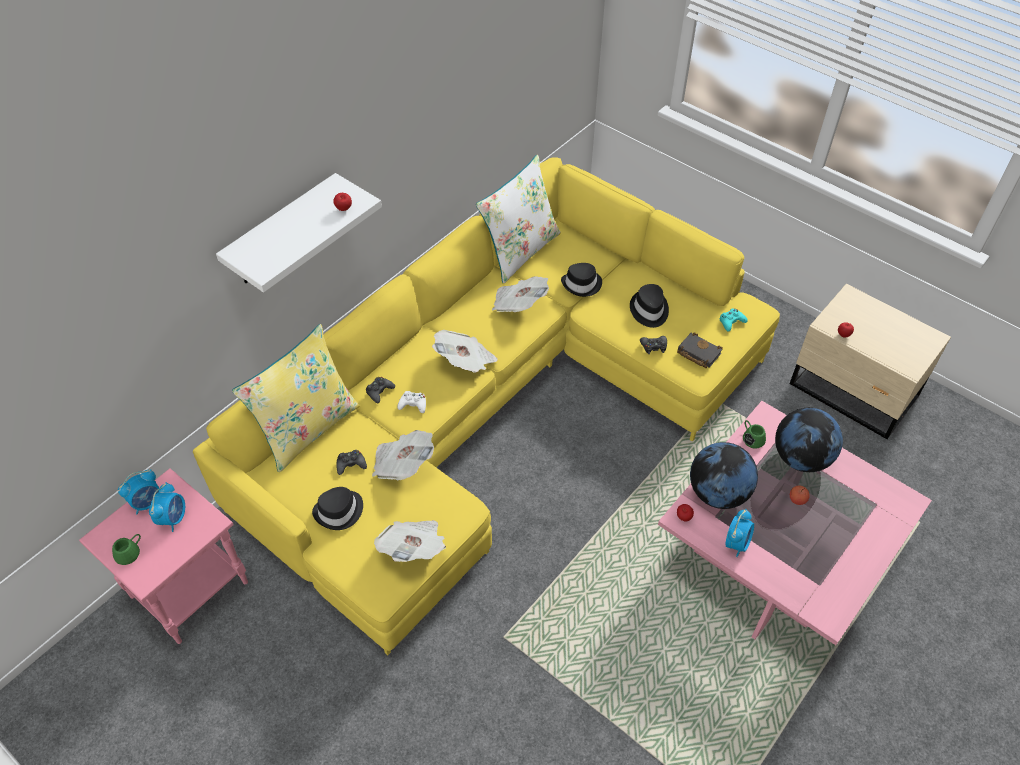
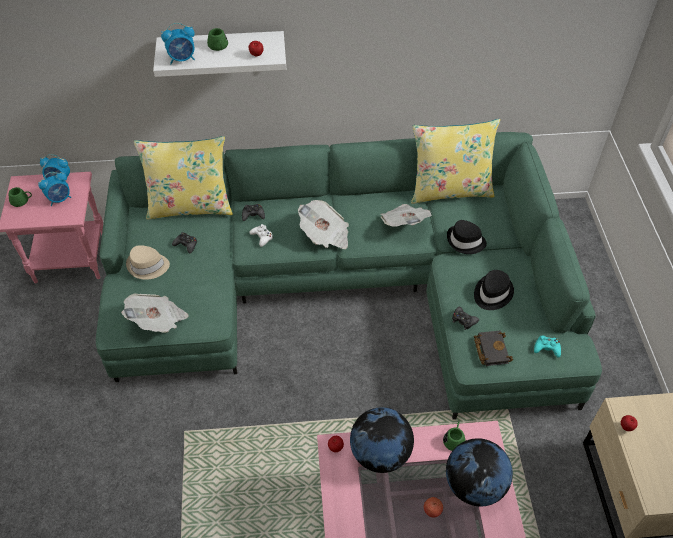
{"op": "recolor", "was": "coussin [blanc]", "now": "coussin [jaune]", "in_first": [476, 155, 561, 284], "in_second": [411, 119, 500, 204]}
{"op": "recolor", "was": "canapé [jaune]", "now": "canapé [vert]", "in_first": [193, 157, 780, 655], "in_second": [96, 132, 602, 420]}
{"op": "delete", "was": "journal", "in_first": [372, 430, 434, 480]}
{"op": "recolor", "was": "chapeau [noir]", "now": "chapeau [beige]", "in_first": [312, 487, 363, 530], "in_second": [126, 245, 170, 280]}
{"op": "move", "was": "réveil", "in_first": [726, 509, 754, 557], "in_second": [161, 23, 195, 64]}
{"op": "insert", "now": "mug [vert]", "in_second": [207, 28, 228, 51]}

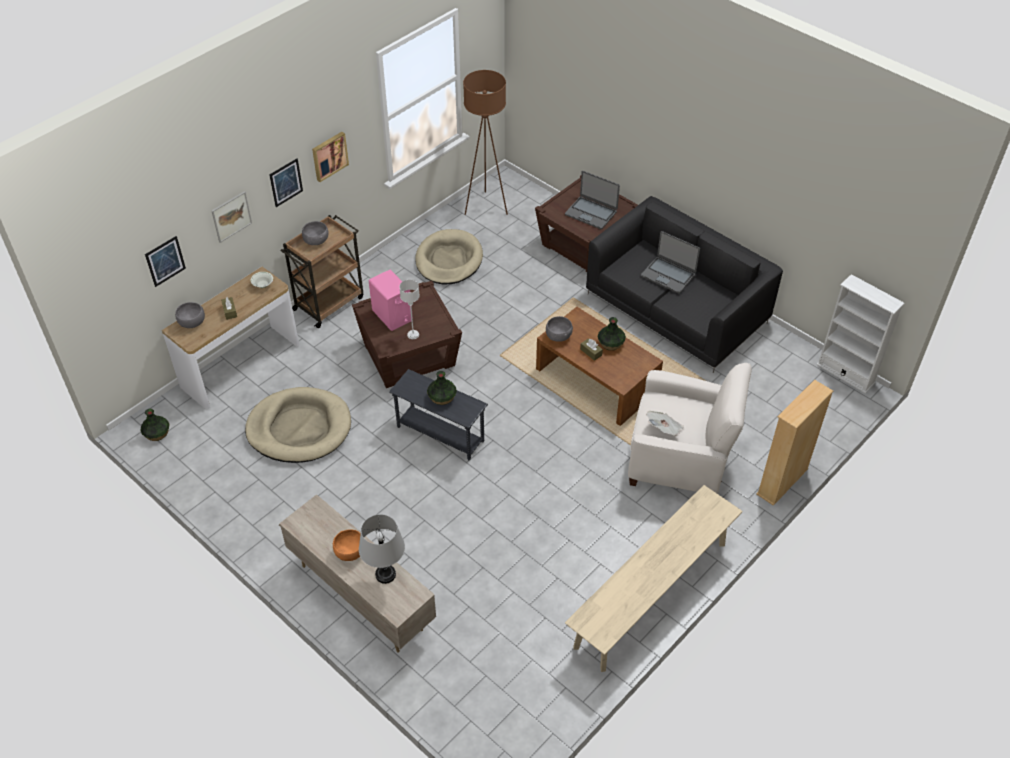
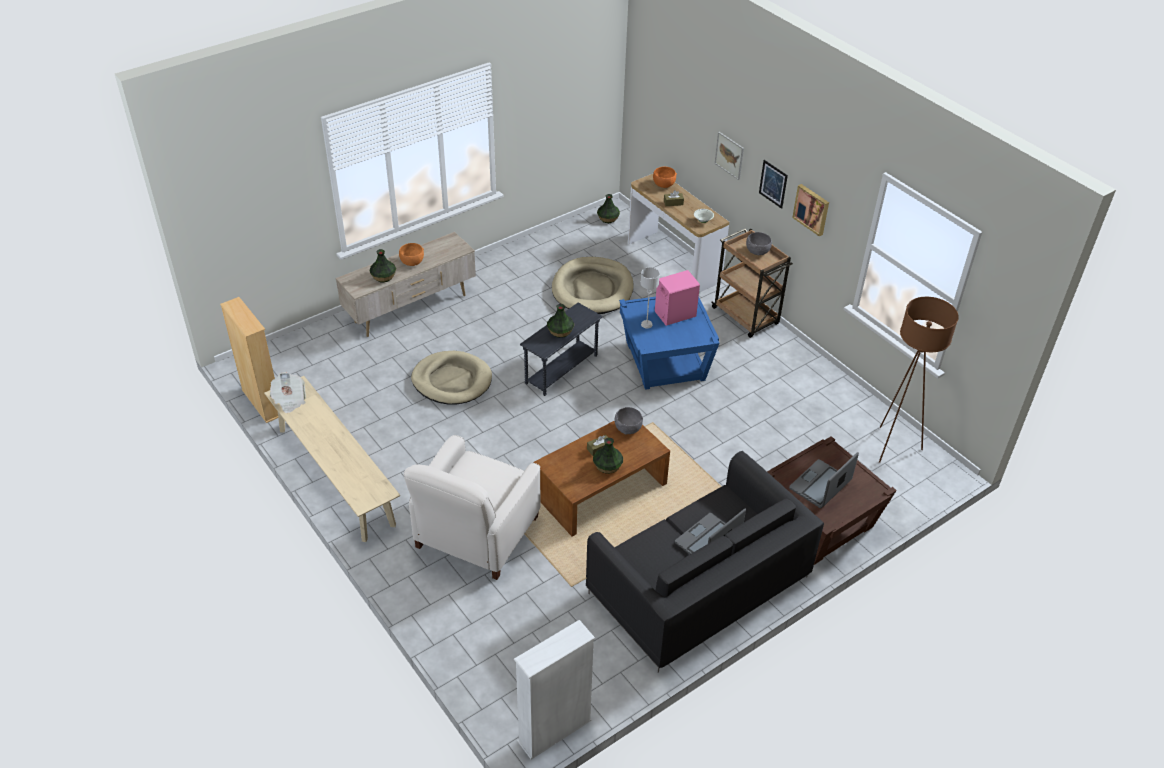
{"op": "move", "was": "panier pour chien [beige]", "in_first": [415, 229, 483, 285], "in_second": [411, 351, 492, 405]}
{"op": "delete", "was": "tableau", "in_first": [145, 236, 186, 287]}
{"op": "recolor", "was": "table d'appoint [marron]", "now": "table d'appoint [bleu]", "in_first": [352, 281, 462, 388], "in_second": [619, 297, 719, 390]}
{"op": "recolor", "was": "bol [gris]", "now": "bol [orange]", "in_first": [175, 302, 205, 328], "in_second": [653, 167, 677, 188]}
{"op": "move", "was": "bibliothèque [beige]", "in_first": [756, 380, 833, 506], "in_second": [220, 297, 278, 423]}
{"op": "move", "was": "journal", "in_first": [646, 411, 684, 436], "in_second": [270, 372, 306, 413]}
{"op": "replace", "was": "lampe de table [gris]", "now": "vase", "in_first": [359, 514, 405, 584], "in_second": [370, 249, 396, 282]}

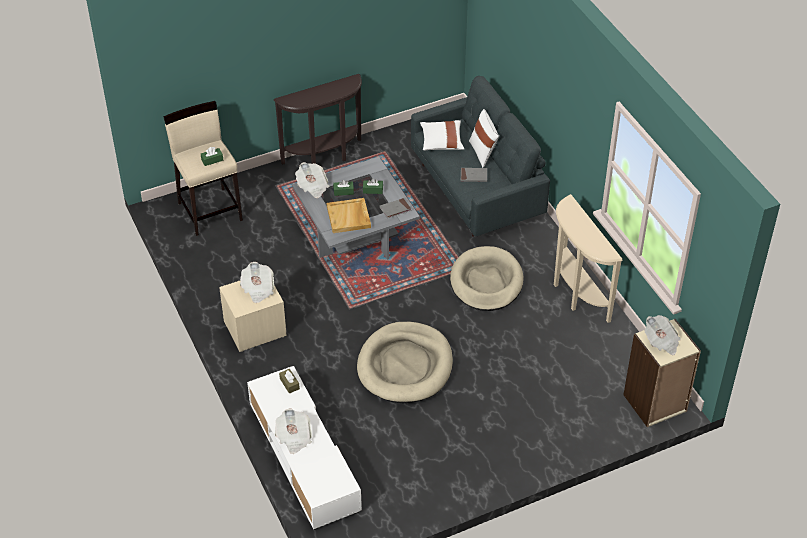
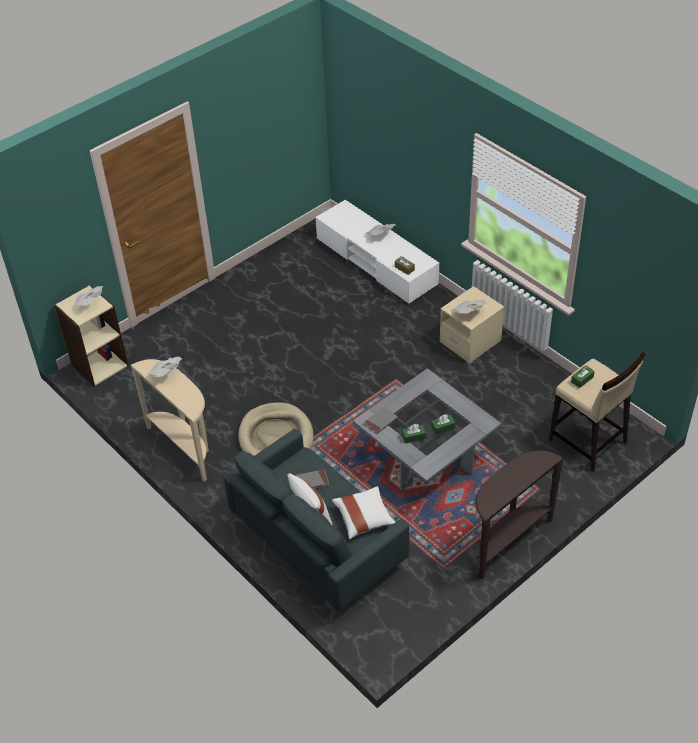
{"op": "move", "was": "journal", "in_first": [295, 162, 329, 198], "in_second": [147, 356, 182, 377]}
{"op": "delete", "was": "plateau [beige]", "in_first": [327, 198, 371, 233]}
{"op": "delete", "was": "panier pour chien [beige]", "in_first": [357, 322, 453, 403]}

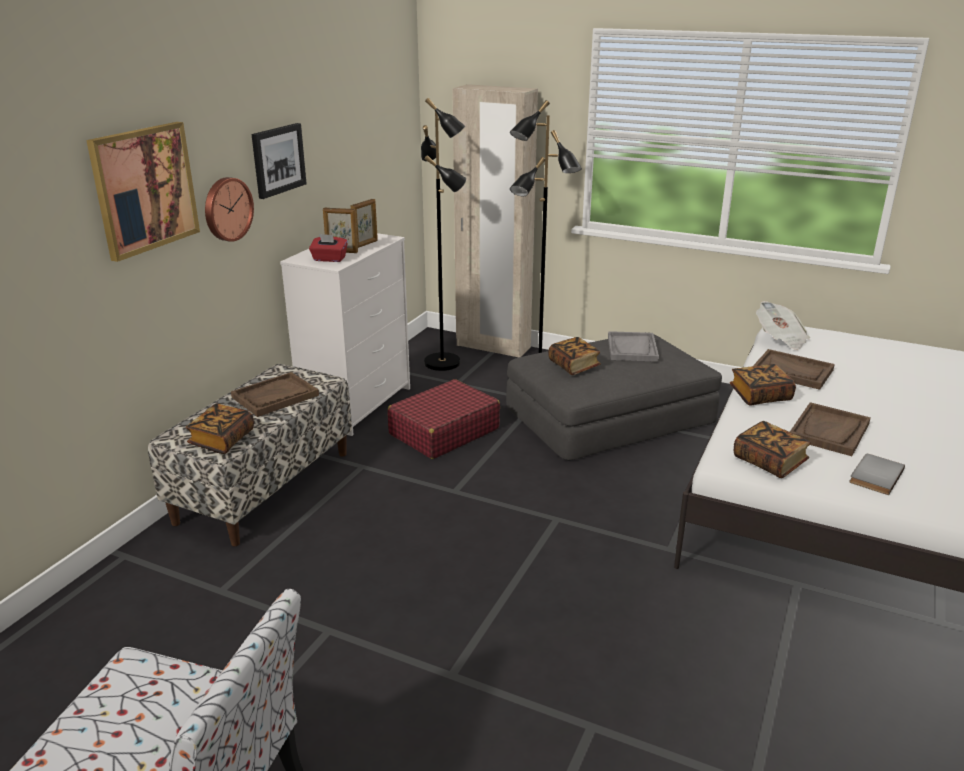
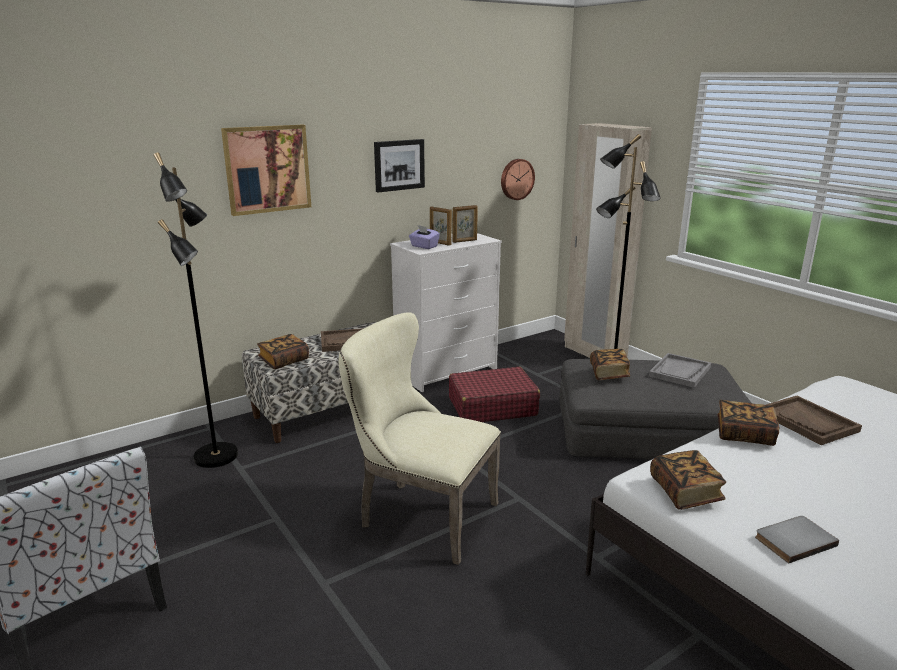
{"op": "move", "was": "lampadaire [noir]", "in_first": [421, 98, 466, 371], "in_second": [154, 153, 238, 468]}
{"op": "move", "was": "horloge murale", "in_first": [205, 177, 254, 242], "in_second": [501, 159, 535, 200]}
{"op": "recolor", "was": "boîte à mouchoirs [rouge]", "now": "boîte à mouchoirs [violet]", "in_first": [309, 234, 348, 262], "in_second": [409, 225, 440, 249]}
{"op": "delete", "was": "journal", "in_first": [756, 301, 810, 350]}
{"op": "delete", "was": "plateau [marron]", "in_first": [790, 402, 871, 456]}
{"op": "insert", "now": "chaise [beige]", "in_second": [339, 312, 501, 565]}

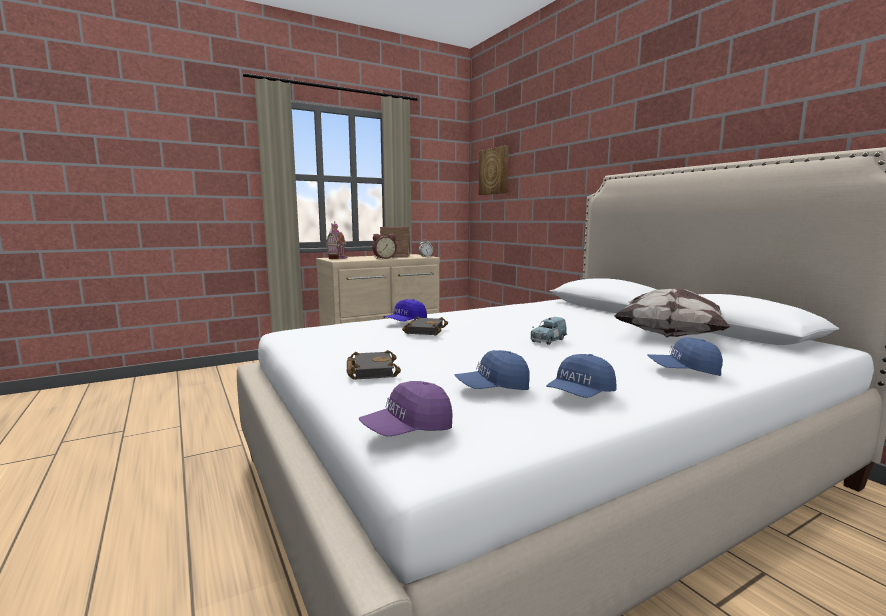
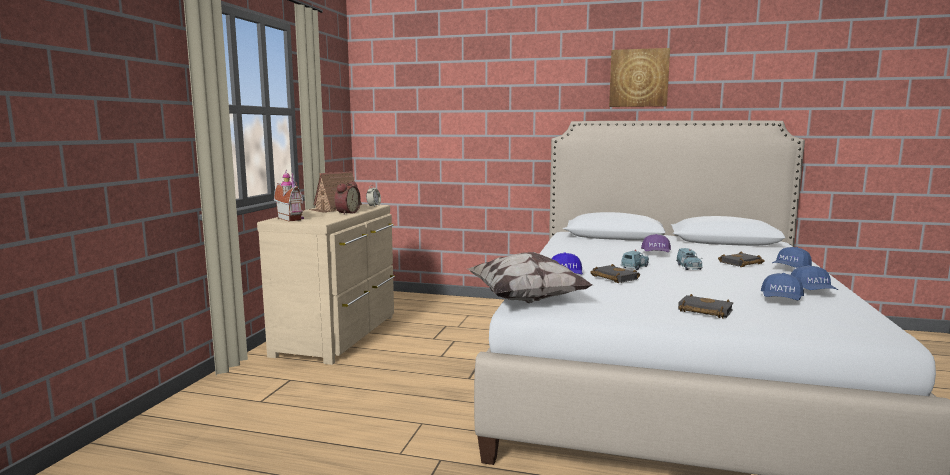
{"op": "move", "was": "tableau", "in_first": [479, 145, 508, 195], "in_second": [609, 48, 670, 107]}
{"op": "move", "was": "coussin", "in_first": [614, 288, 732, 338], "in_second": [468, 252, 592, 303]}
{"op": "move", "was": "casquette [violet]", "in_first": [359, 381, 453, 436], "in_second": [641, 234, 671, 252]}
{"op": "insert", "now": "petite voiture [bleu]", "in_second": [621, 249, 649, 270]}
{"op": "insert", "now": "livre [noir]", "in_second": [718, 252, 764, 267]}

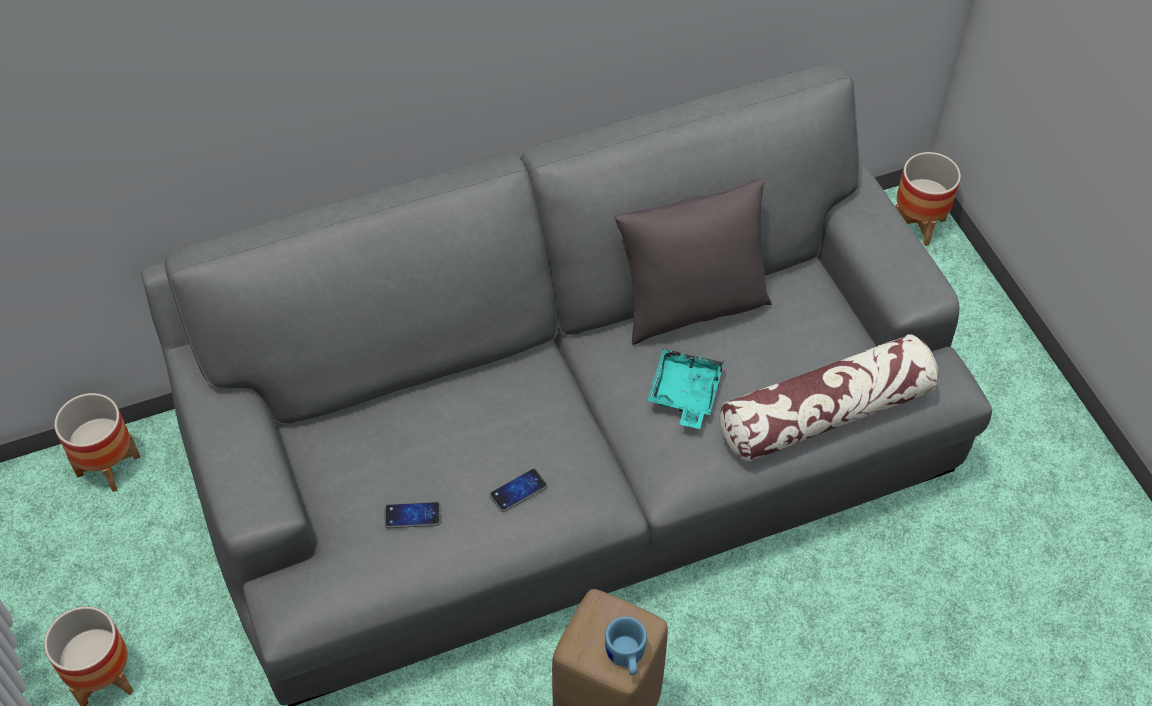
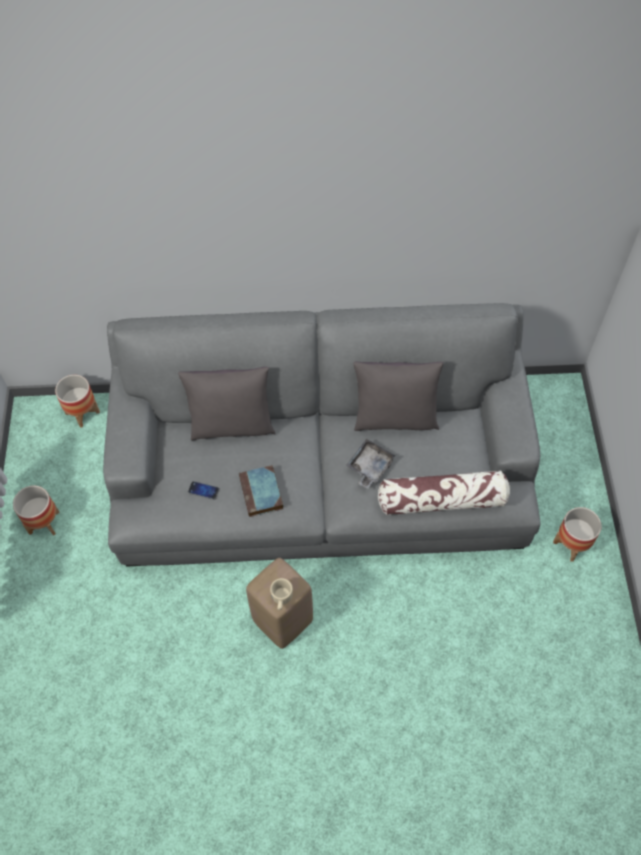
{"op": "move", "was": "cache-pot", "in_first": [895, 152, 961, 246], "in_second": [553, 507, 602, 562]}
{"op": "recolor", "was": "plateau [turquoise]", "now": "plateau [gris]", "in_first": [647, 349, 724, 429], "in_second": [346, 439, 396, 489]}
{"op": "replace", "was": "téléphone", "now": "livre", "in_first": [489, 469, 547, 512], "in_second": [239, 465, 283, 517]}
{"op": "recolor", "was": "mug [bleu]", "now": "mug [beige]", "in_first": [605, 617, 647, 676], "in_second": [270, 578, 293, 610]}
{"op": "insert", "now": "coussin [gris]", "in_second": [178, 367, 275, 441]}

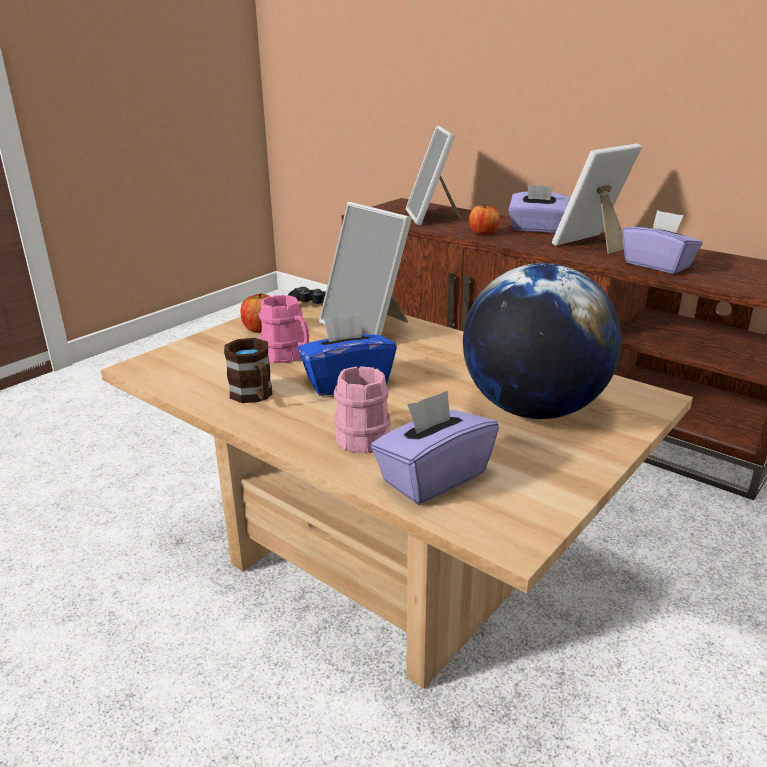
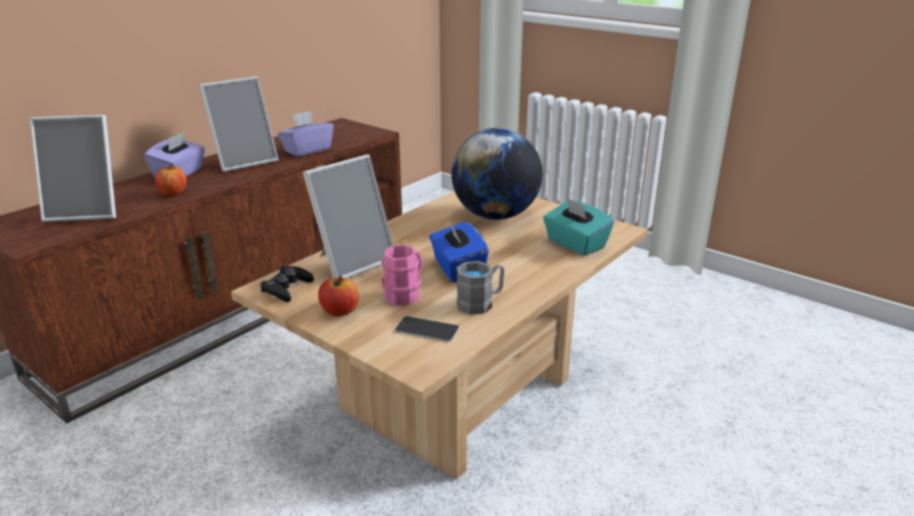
{"op": "rotate", "was": "cadre photo", "in_first": [552, 143, 642, 254], "in_second": [199, 77, 278, 172], "clockwise": -90}
{"op": "recolor", "was": "mug [marron]", "now": "mug [gris]", "in_first": [224, 338, 272, 403], "in_second": [456, 261, 504, 315]}
{"op": "delete", "was": "mug [rose]", "in_first": [334, 366, 391, 454]}
{"op": "recolor", "was": "boîte à mouchoirs [violet]", "now": "boîte à mouchoirs [turquoise]", "in_first": [371, 390, 499, 504], "in_second": [543, 197, 614, 256]}
{"op": "insert", "now": "téléphone", "in_second": [395, 316, 459, 342]}

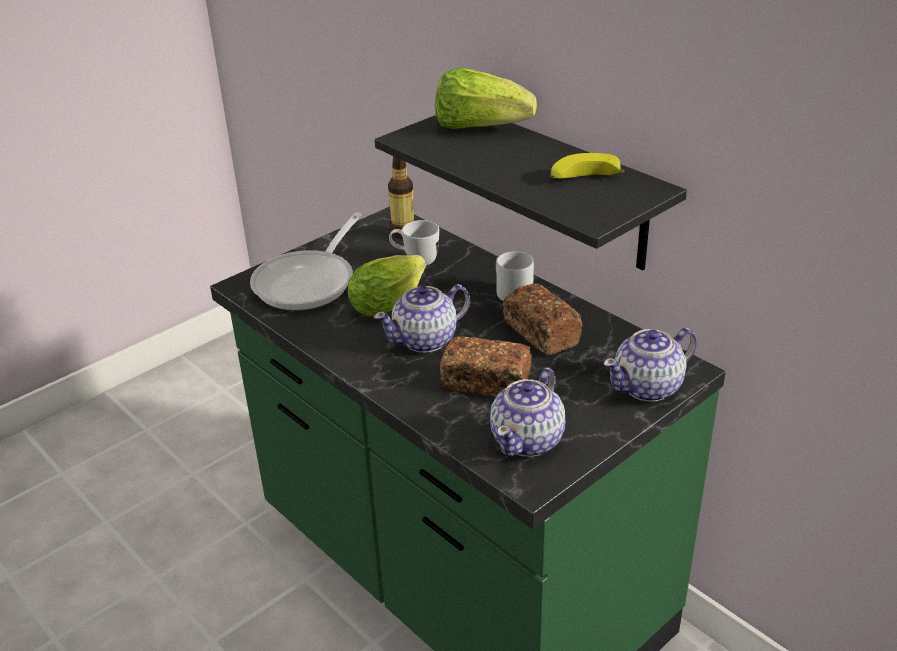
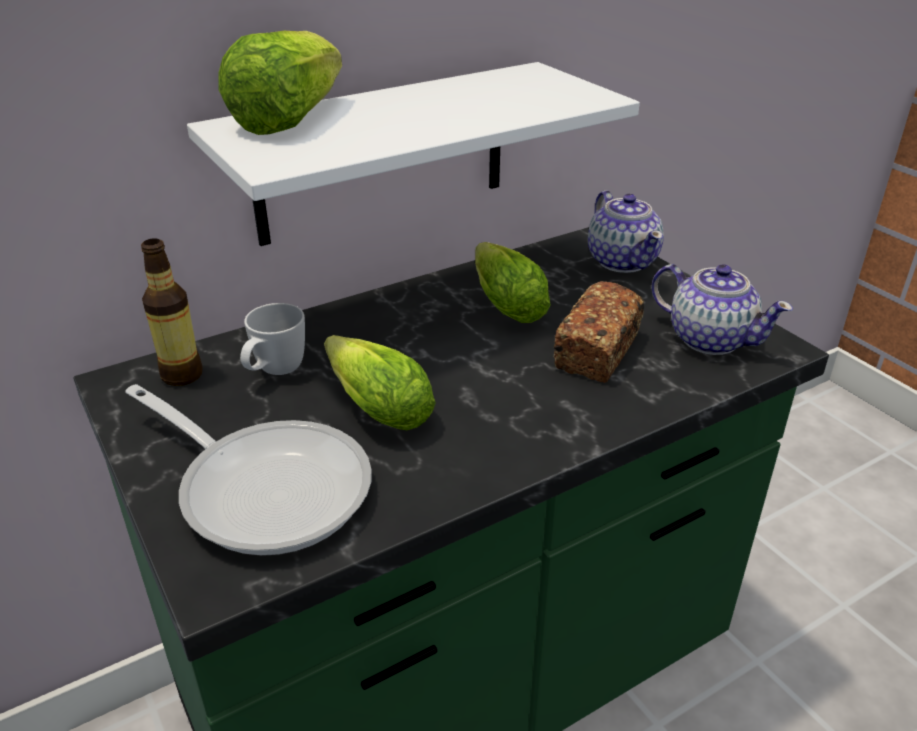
{"op": "recolor", "was": "étagère [noir]", "now": "étagère [blanc]", "in_first": [375, 115, 687, 270], "in_second": [187, 62, 640, 246]}
{"op": "delete", "was": "banane", "in_first": [551, 153, 624, 179]}
{"op": "delete", "was": "mug [gris]", "in_first": [496, 251, 534, 301]}
{"op": "replace", "was": "pain", "now": "laitue", "in_first": [503, 283, 582, 355], "in_second": [475, 242, 551, 323]}
{"op": "delete", "was": "théière", "in_first": [374, 284, 470, 353]}

